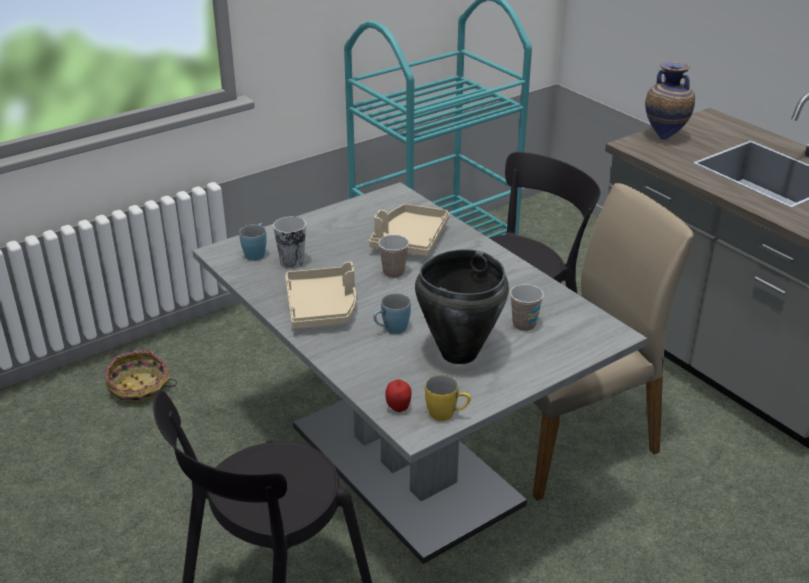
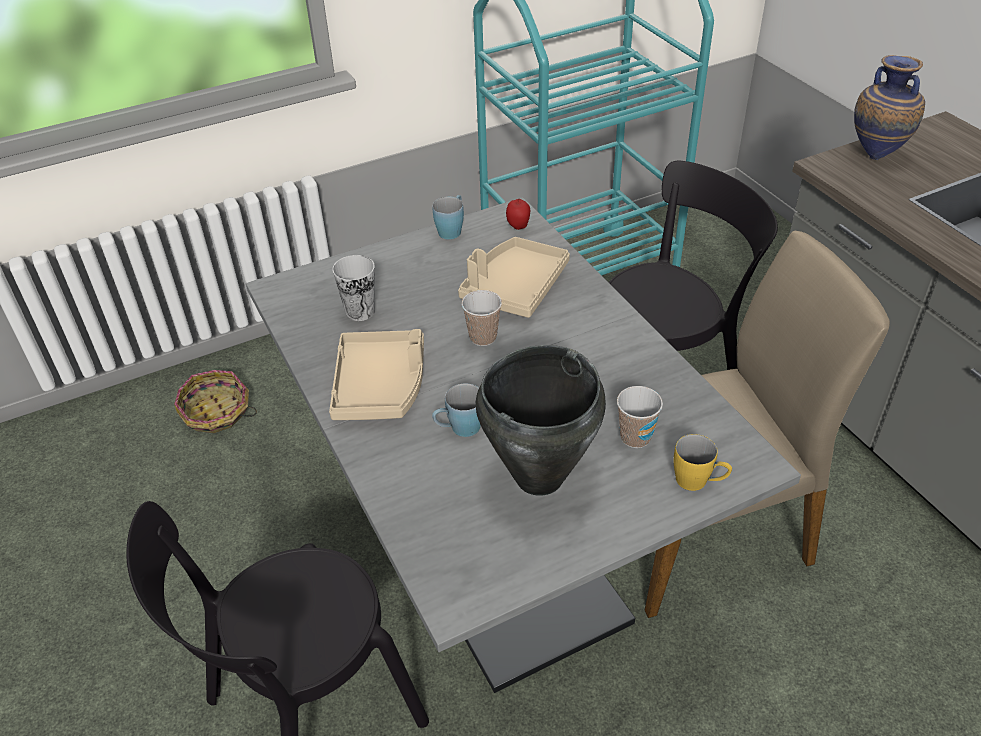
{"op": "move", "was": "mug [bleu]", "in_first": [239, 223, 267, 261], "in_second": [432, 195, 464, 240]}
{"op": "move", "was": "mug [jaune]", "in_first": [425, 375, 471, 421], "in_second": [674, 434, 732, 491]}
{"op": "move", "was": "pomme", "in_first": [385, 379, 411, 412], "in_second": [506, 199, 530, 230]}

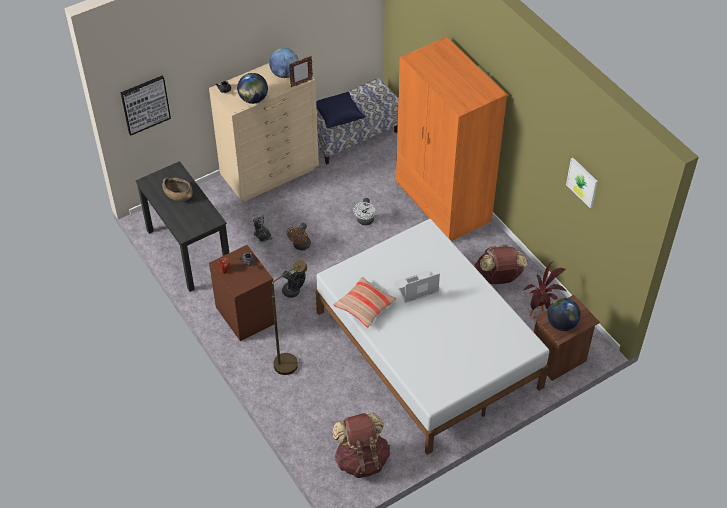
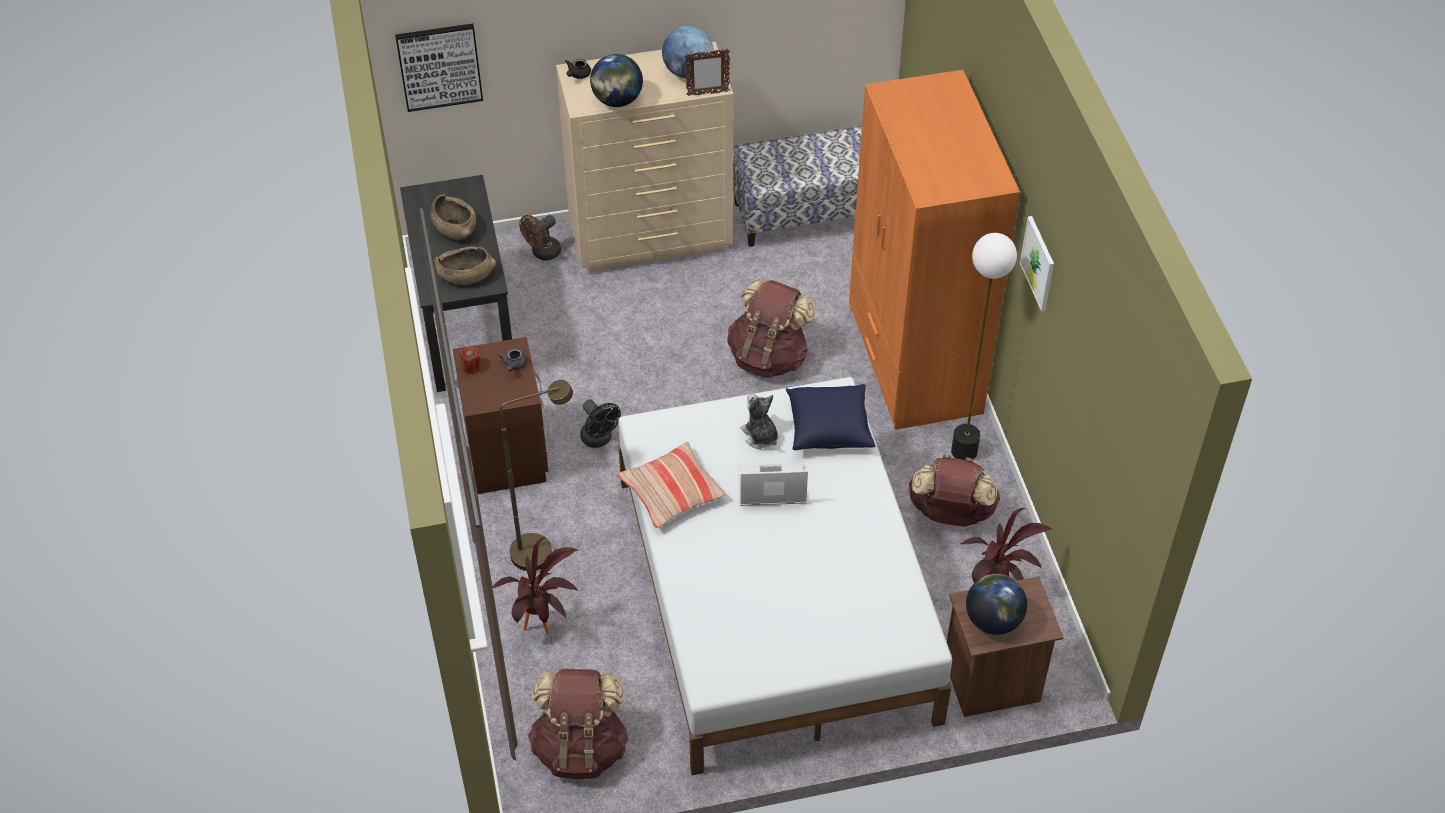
{"op": "move", "was": "coussin [bleu]", "in_first": [316, 92, 365, 128], "in_second": [786, 384, 876, 450]}
{"op": "move", "was": "tableau", "in_first": [566, 158, 598, 208], "in_second": [1020, 216, 1054, 311]}
{"op": "replace", "was": "ventilateur [blanc]", "now": "sac à dos [marron]", "in_first": [353, 198, 376, 225], "in_second": [727, 279, 816, 378]}
{"op": "move", "was": "peluche", "in_first": [250, 215, 272, 244], "in_second": [740, 393, 778, 449]}
{"op": "move", "was": "ventilateur [marron]", "in_first": [287, 223, 311, 250], "in_second": [519, 215, 561, 261]}
{"op": "insert", "now": "lampadaire", "in_second": [951, 233, 1017, 460]}
{"op": "insert", "now": "bol [marron]", "in_second": [435, 246, 496, 285]}
{"op": "insert", "now": "plante en pot", "in_second": [492, 537, 578, 634]}

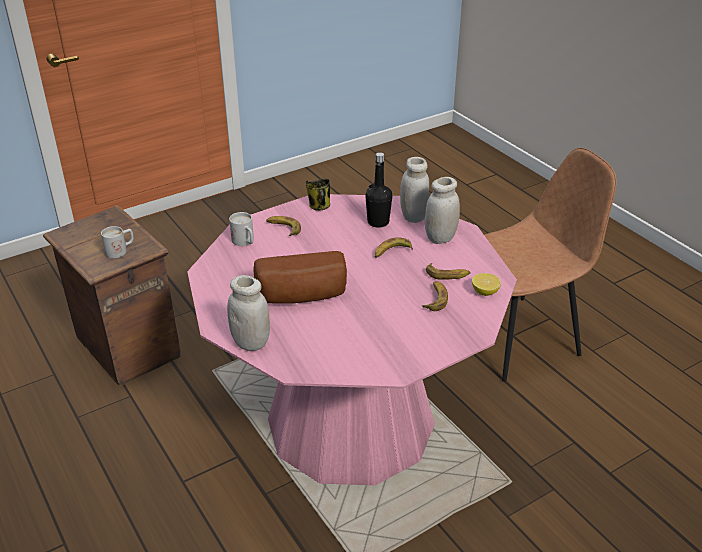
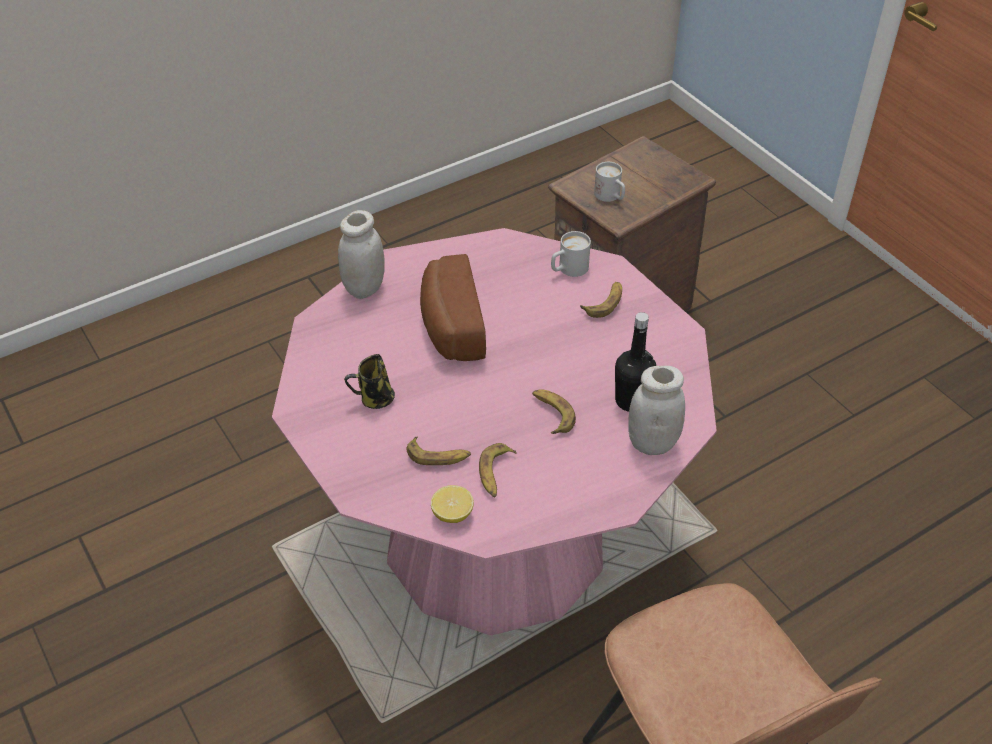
{"op": "delete", "was": "bocal [blanc]", "in_first": [425, 177, 460, 244]}
{"op": "move", "was": "mug", "in_first": [306, 178, 330, 211], "in_second": [344, 354, 395, 409]}

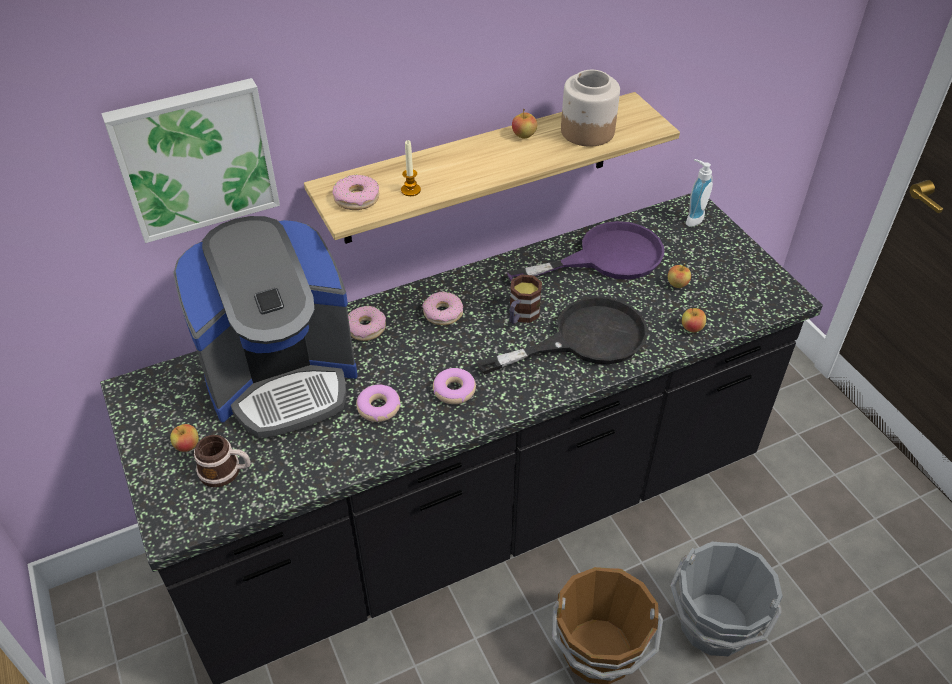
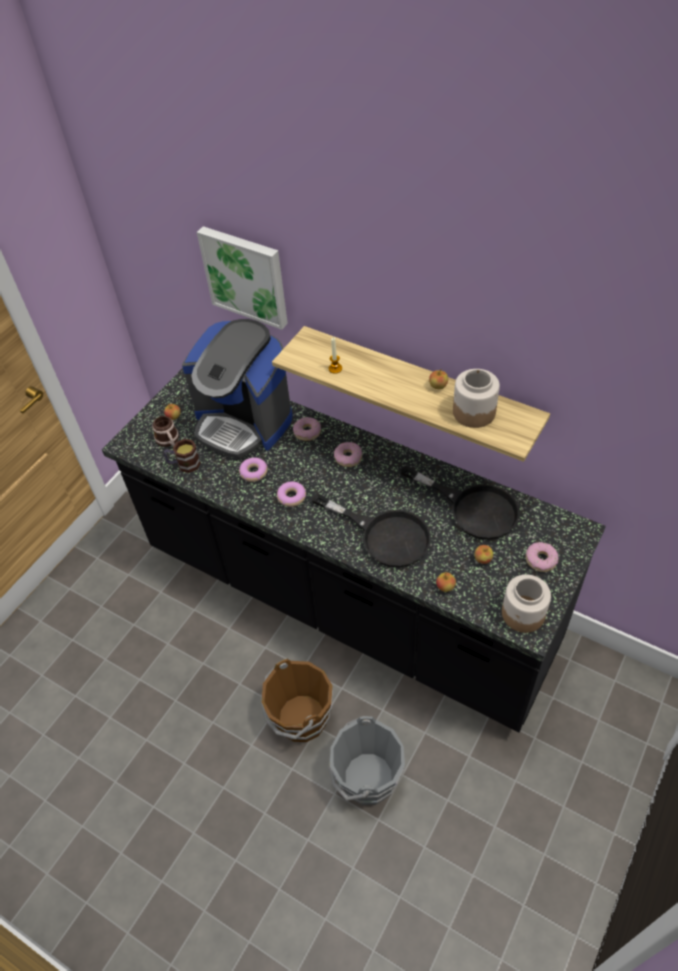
{"op": "delete", "was": "distributeur de savon", "in_first": [686, 159, 713, 227]}
{"op": "move", "was": "beignet", "in_first": [332, 175, 379, 210], "in_second": [526, 542, 558, 572]}
{"op": "recolor", "was": "poêle [violet]", "now": "poêle [noir]", "in_first": [507, 221, 664, 280], "in_second": [401, 465, 520, 540]}
{"op": "move", "was": "mug", "in_first": [509, 275, 542, 324], "in_second": [164, 439, 201, 473]}
{"op": "insert", "now": "bocal", "in_second": [502, 574, 551, 633]}

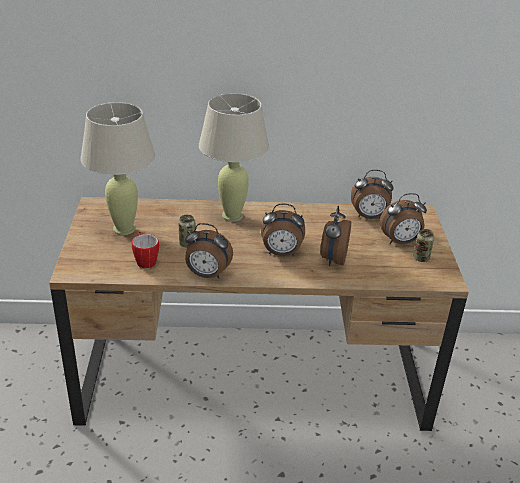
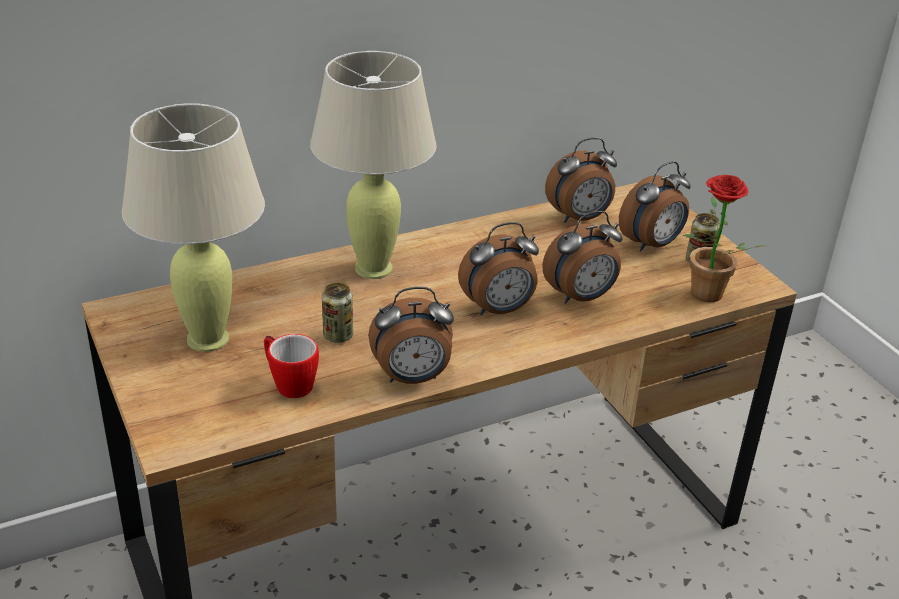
{"op": "rotate", "was": "réveil", "in_first": [320, 206, 351, 266], "in_second": [542, 211, 623, 304], "clockwise": -105}
{"op": "insert", "now": "plante en pot", "in_second": [683, 175, 767, 302]}

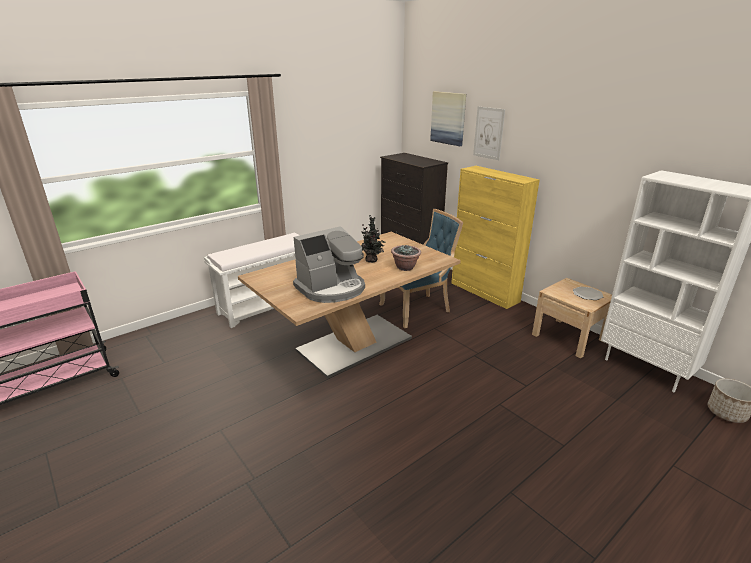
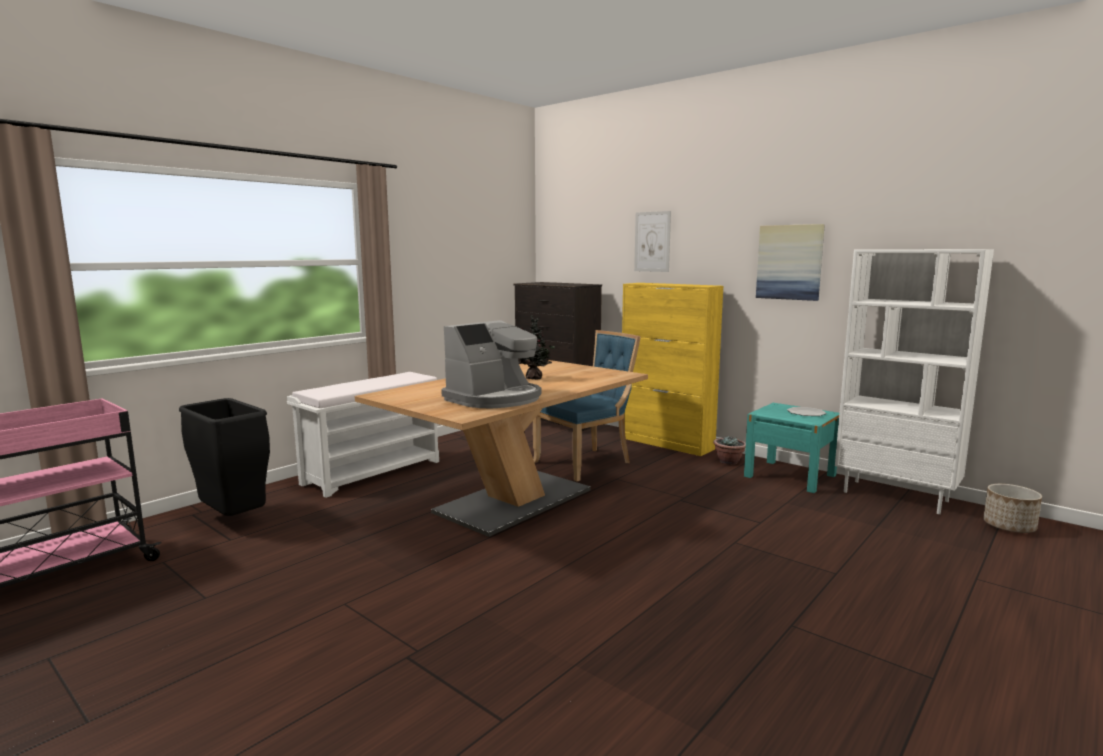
{"op": "move", "was": "tableau", "in_first": [430, 91, 466, 146], "in_second": [756, 224, 825, 301]}
{"op": "move", "was": "plante en pot", "in_first": [391, 245, 421, 271], "in_second": [713, 437, 746, 465]}
{"op": "recolor", "was": "table de chevet [beige]", "now": "table de chevet [turquoise]", "in_first": [532, 278, 612, 359], "in_second": [744, 403, 839, 493]}
{"op": "insert", "now": "poubelle [noir]", "in_second": [179, 398, 270, 516]}

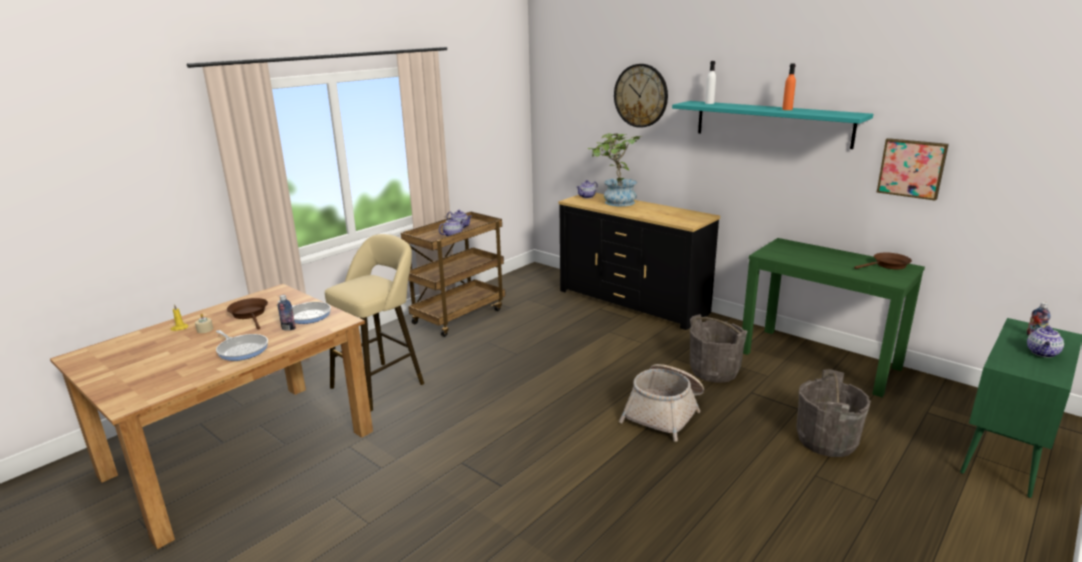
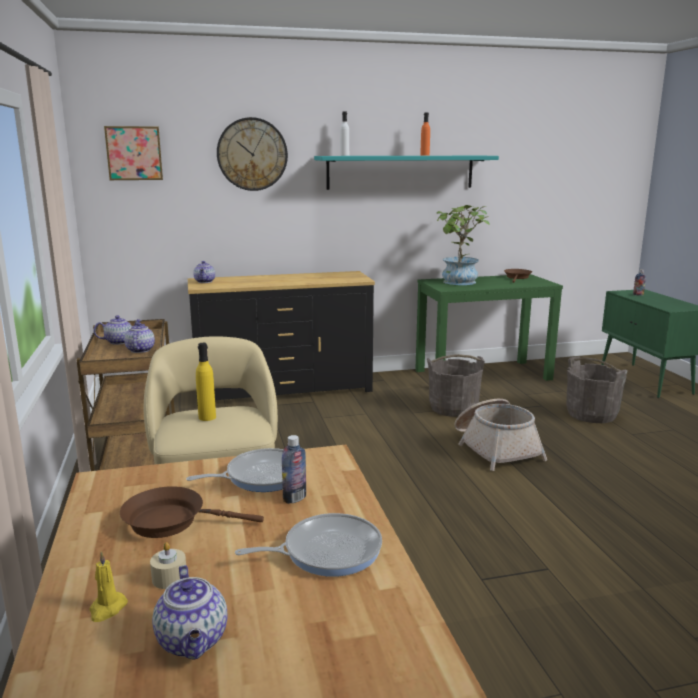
{"op": "move", "was": "plante en pot", "in_first": [587, 133, 641, 206], "in_second": [436, 205, 490, 285]}
{"op": "move", "was": "tableau", "in_first": [877, 138, 949, 201], "in_second": [104, 126, 163, 180]}
{"op": "move", "was": "théière", "in_first": [1027, 325, 1064, 358], "in_second": [152, 565, 227, 659]}
{"op": "insert", "now": "bouteille [jaune]", "in_second": [196, 343, 216, 421]}

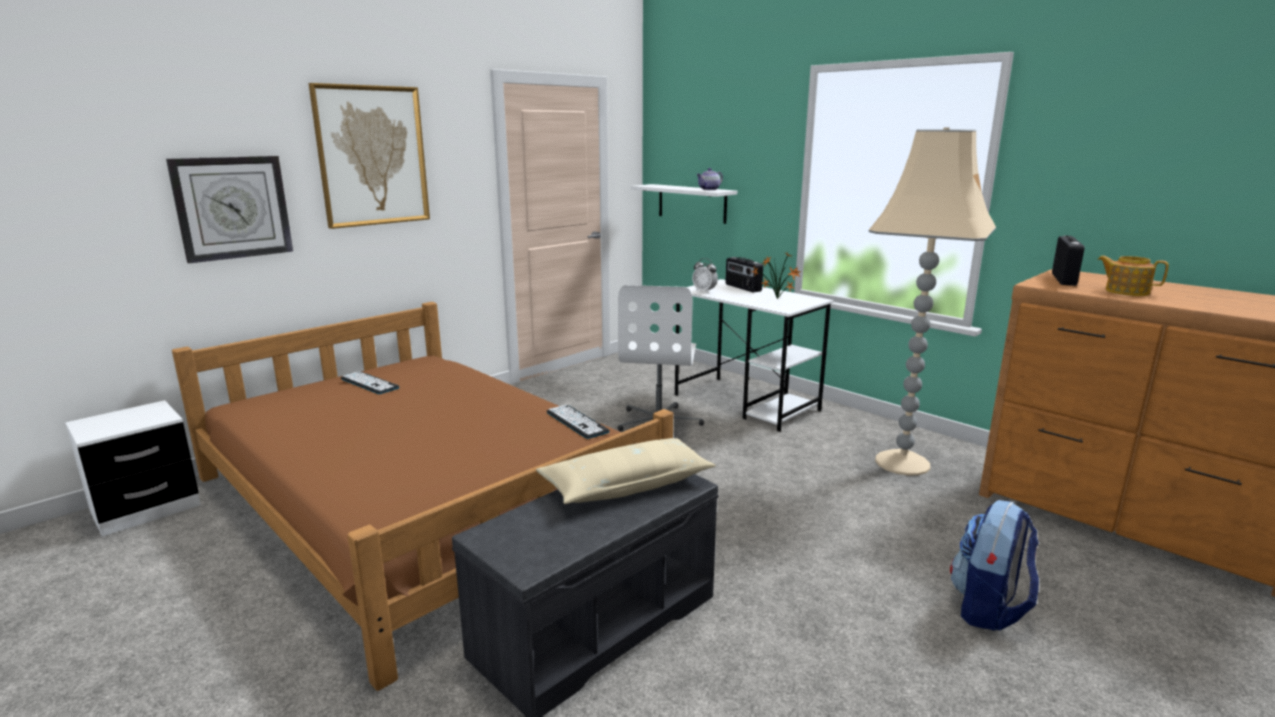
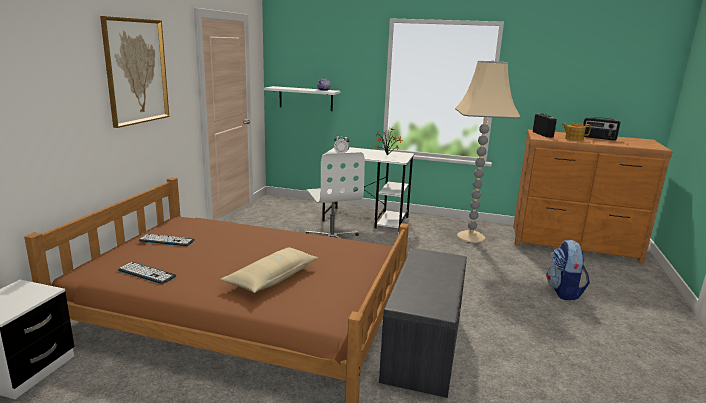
{"op": "delete", "was": "horloge murale", "in_first": [166, 156, 293, 263]}
{"op": "move", "was": "radio", "in_first": [725, 257, 763, 292], "in_second": [583, 117, 620, 141]}
{"op": "move", "was": "clavier", "in_first": [546, 405, 610, 439], "in_second": [118, 262, 177, 284]}
{"op": "move", "was": "coussin [beige]", "in_first": [536, 438, 716, 504], "in_second": [220, 248, 318, 293]}

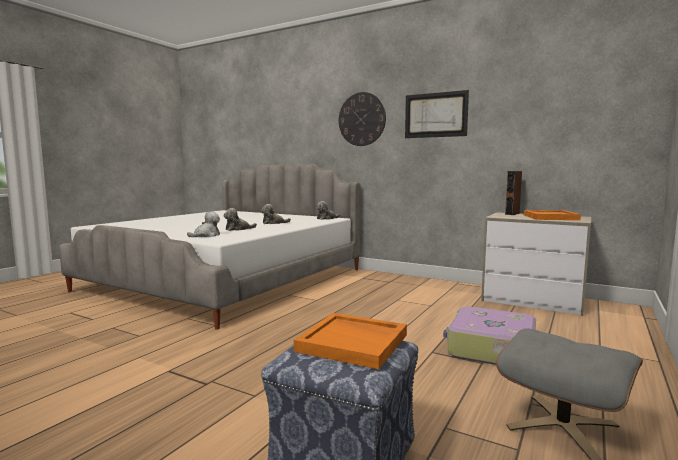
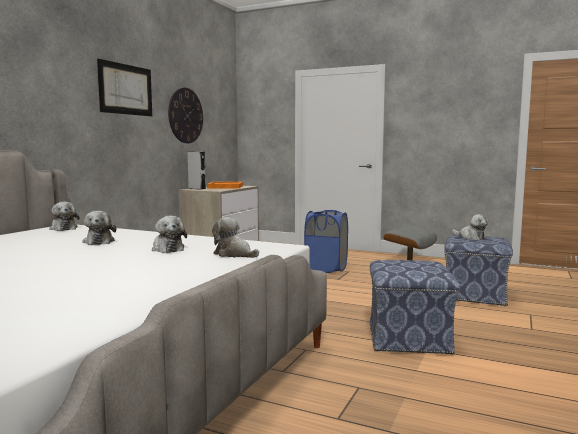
{"op": "move", "was": "horloge murale", "in_first": [339, 92, 386, 146], "in_second": [168, 88, 203, 143]}
{"op": "recolor", "was": "enceinte [marron]", "now": "enceinte [gris]", "in_first": [505, 171, 522, 215], "in_second": [188, 152, 206, 190]}
{"op": "replace", "was": "valise", "now": "panier à linge [bleu]", "in_first": [443, 306, 536, 365], "in_second": [304, 210, 348, 273]}
{"op": "replace", "was": "plateau [orange]", "now": "peluche", "in_first": [294, 313, 407, 369], "in_second": [452, 214, 488, 240]}
{"op": "insert", "now": "pouf", "in_second": [369, 260, 460, 355]}

